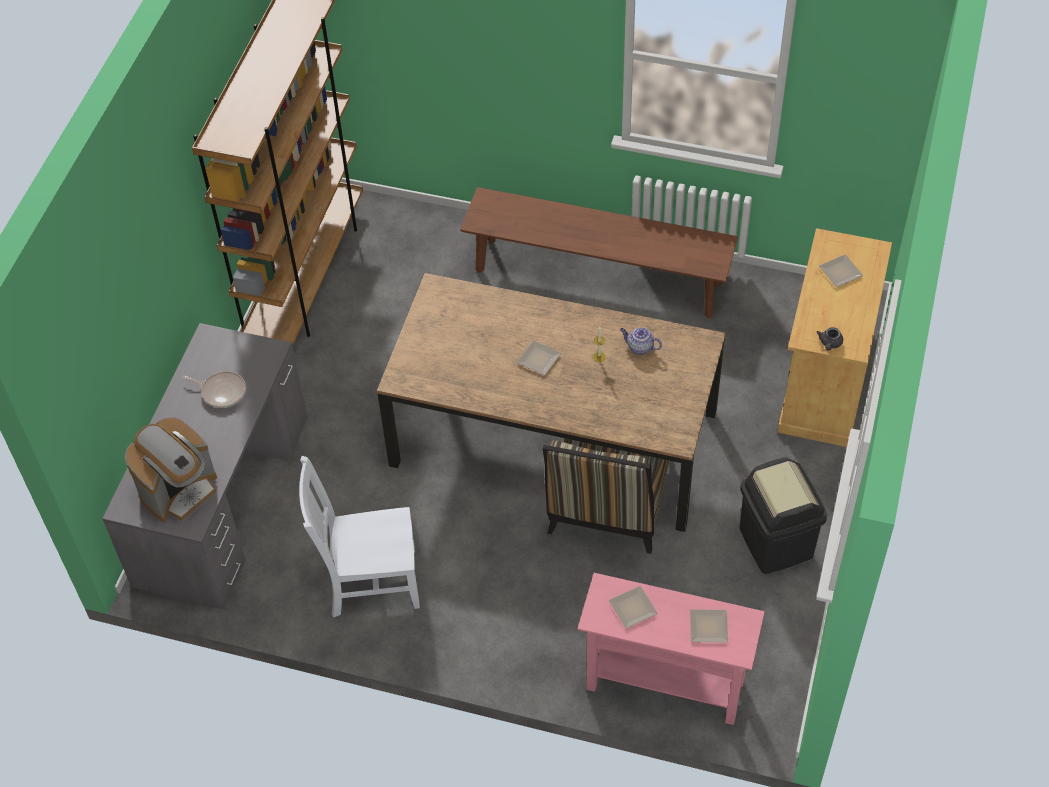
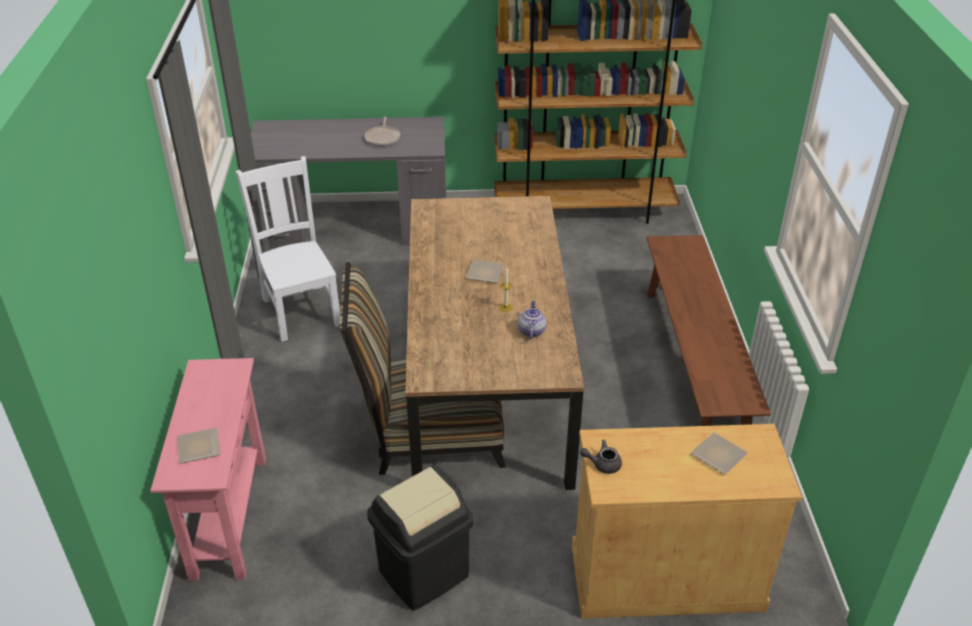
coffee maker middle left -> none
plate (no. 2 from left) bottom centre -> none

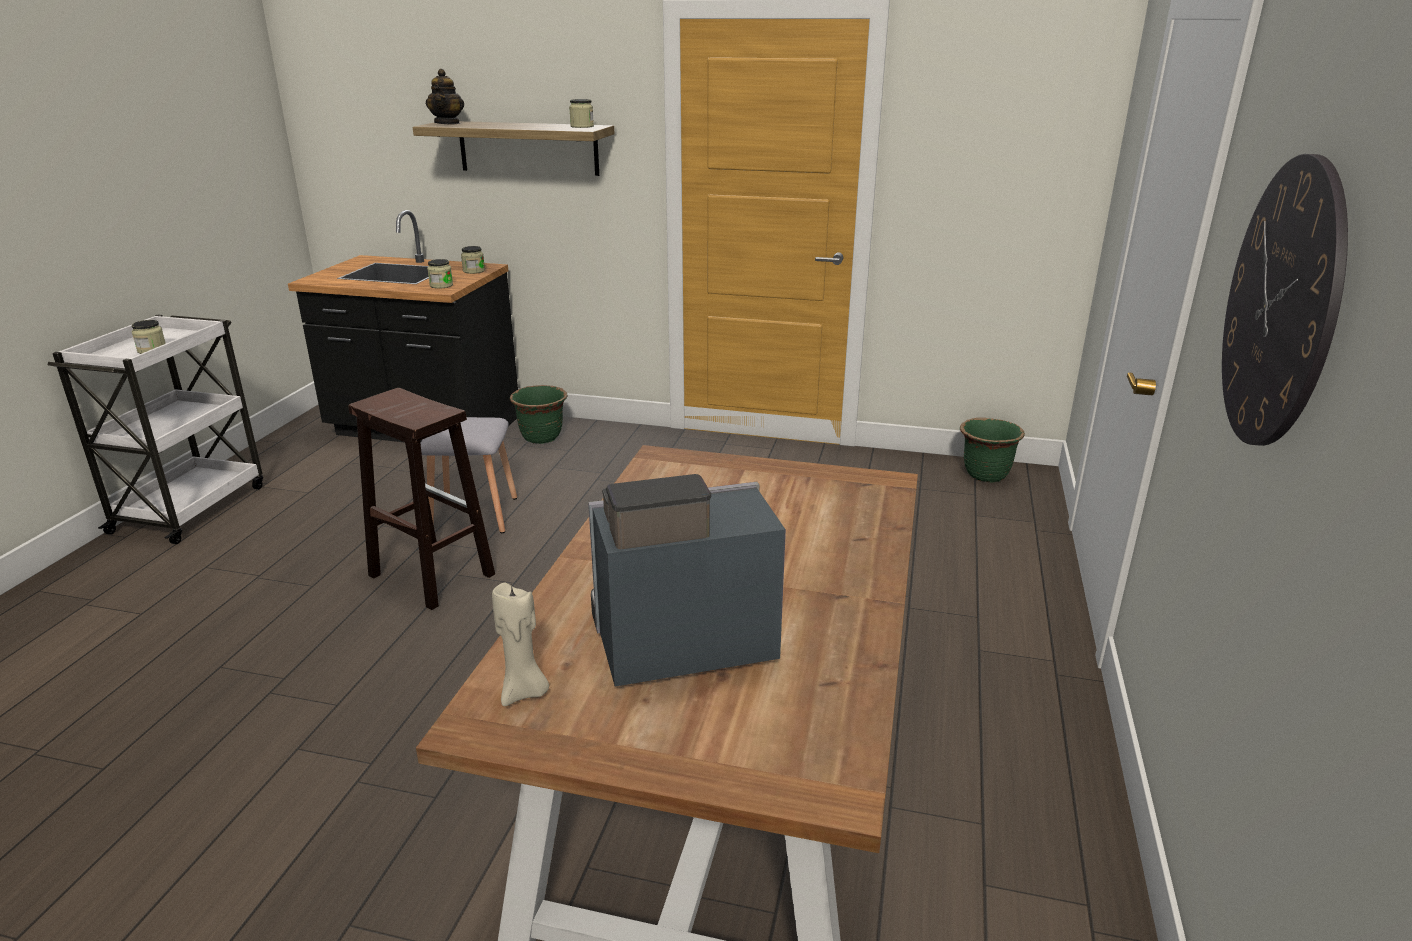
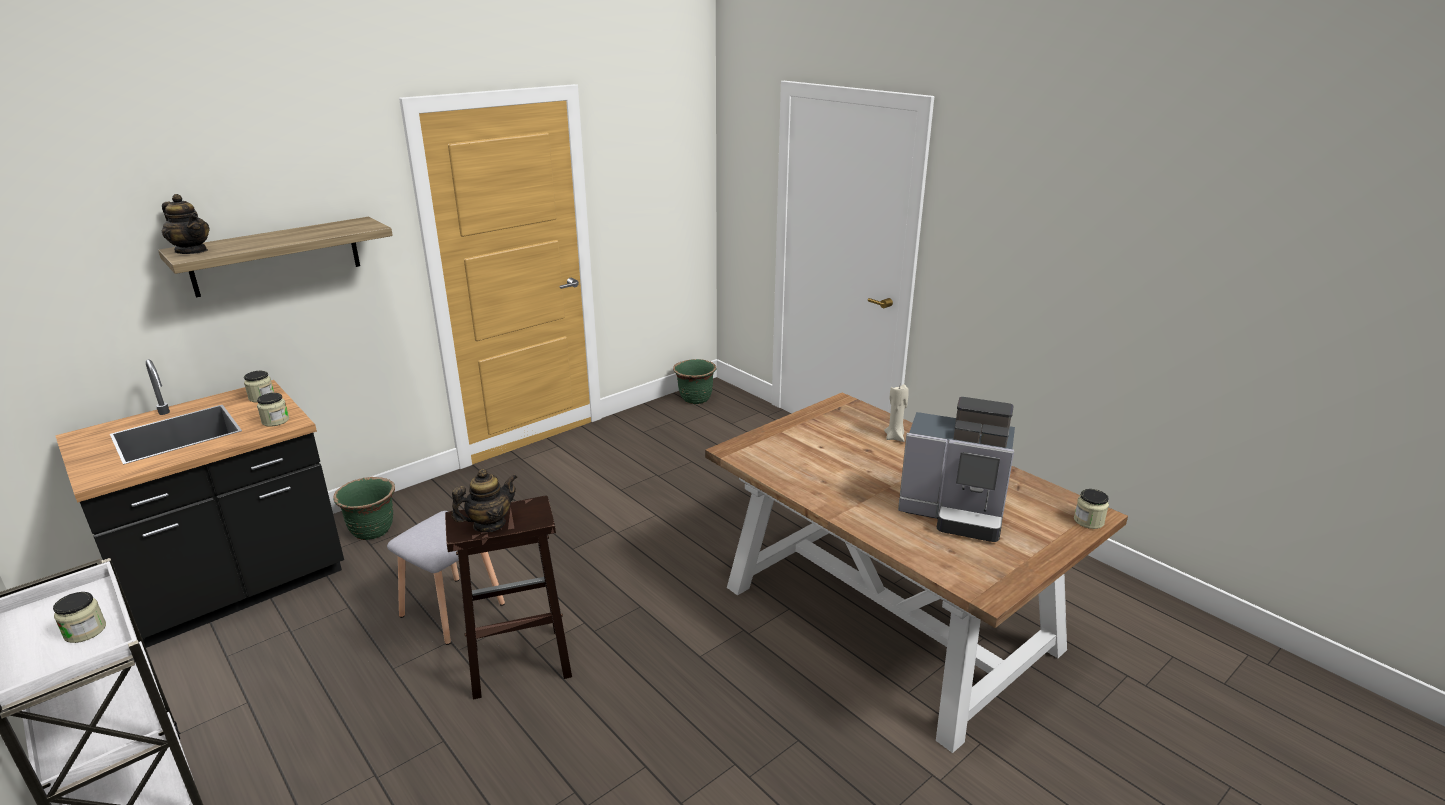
wall clock top right -> none
none -> teapot (no. 2 from left) centre
wax light in beige-coloured bottom centre -> wax light in beige-coloured centre, relocated
jar (no. 4 from left) top centre -> jar (no. 4 from left) middle right, relocated
coffee maker centre, 90 degrees counterclockwise

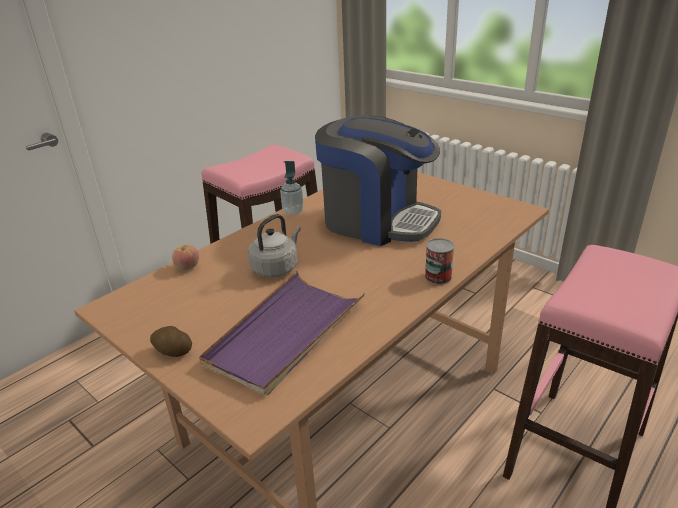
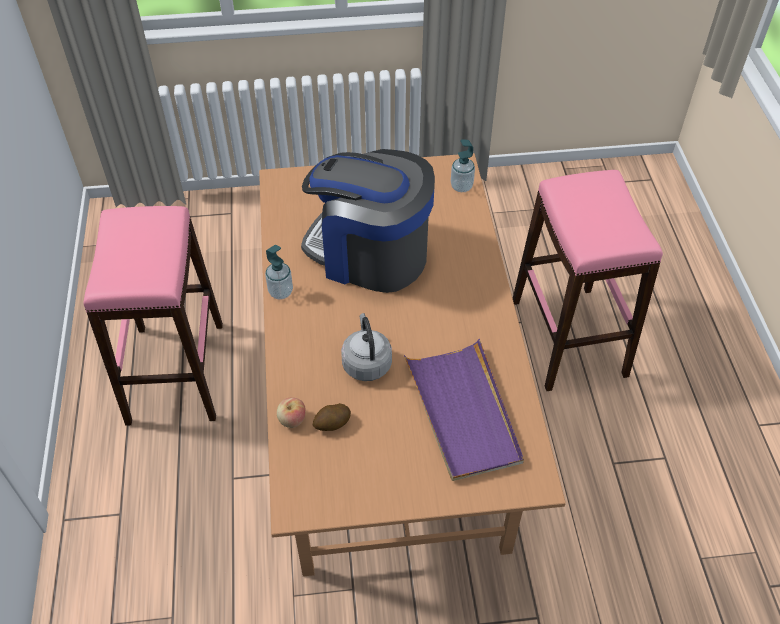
sealed can centre -> none
none -> soap dispenser (no. 2 from left) top centre
spud bottom left -> spud bottom centre, relocated
coffee maker centre, 135 degrees counterclockwise

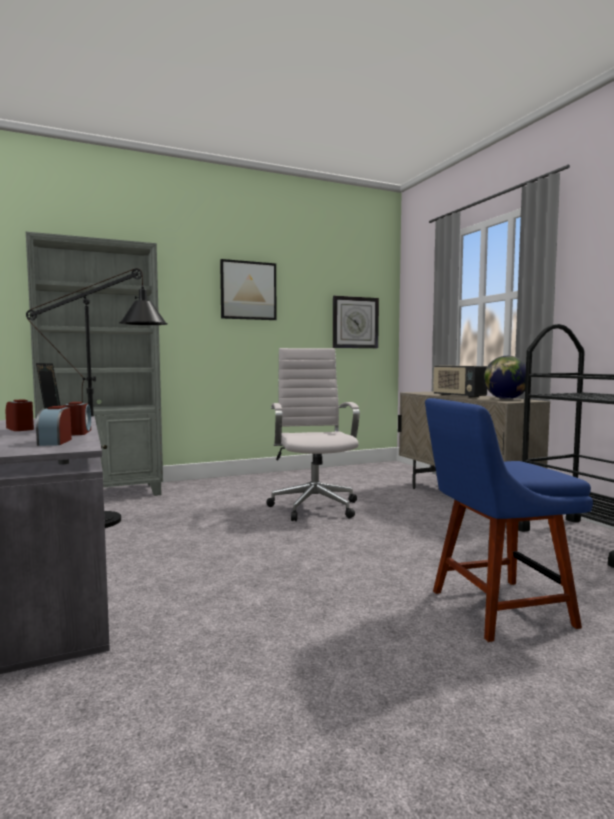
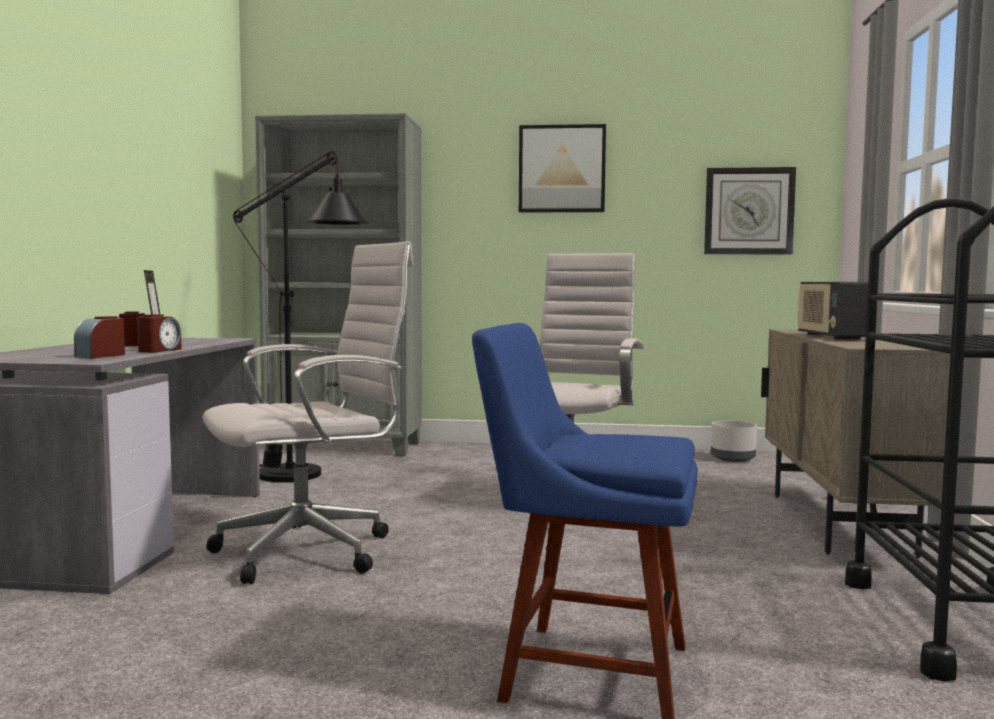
desk globe middle right -> none
none -> computer chair in white-coloured (no. 1 from left) middle left
none -> plant pot in grey middle right

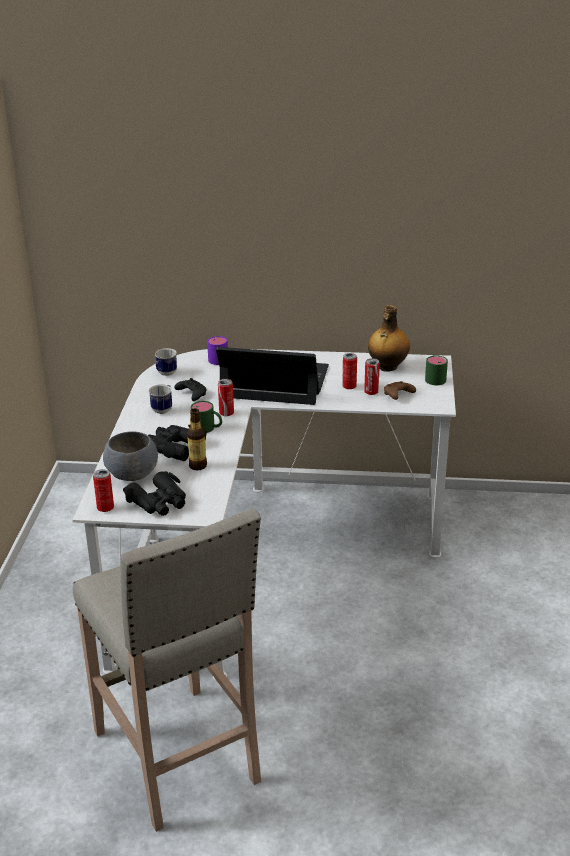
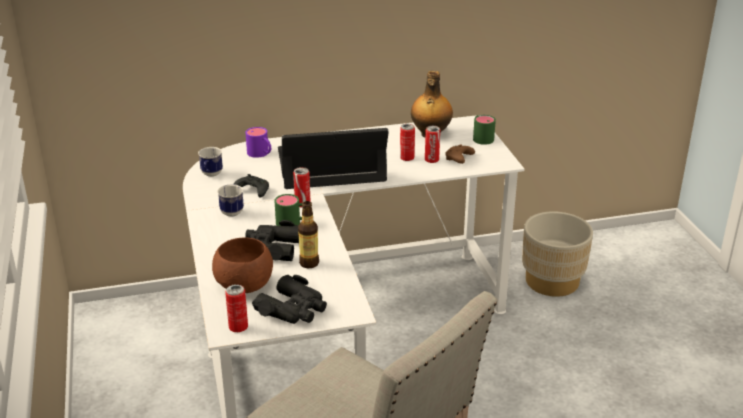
none -> plant pot in beige-coloured middle right
serving bowl in grey middle left -> serving bowl in brown middle left

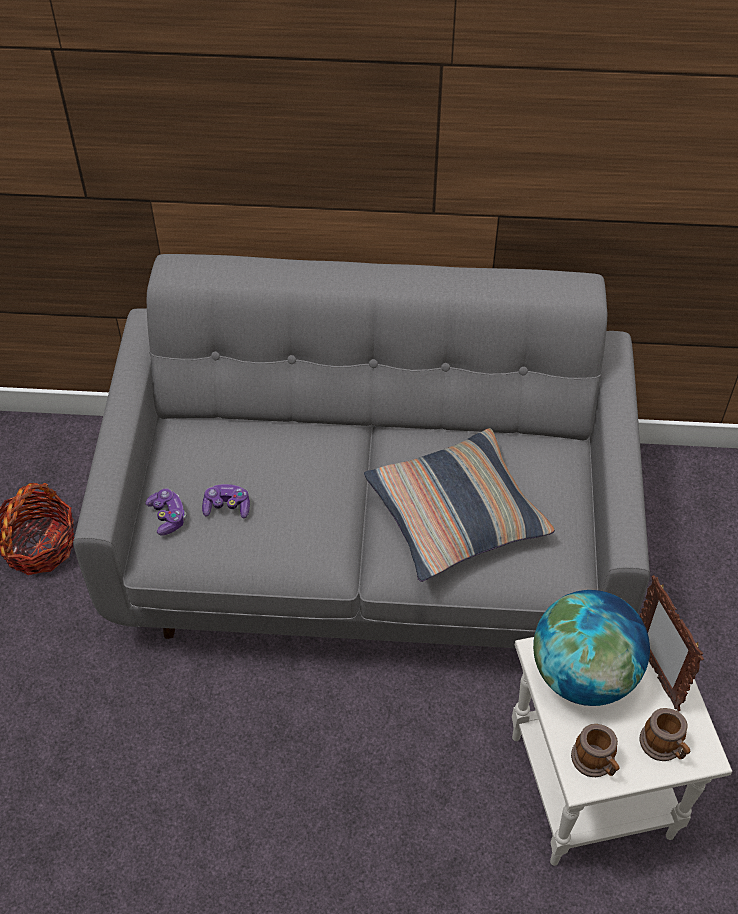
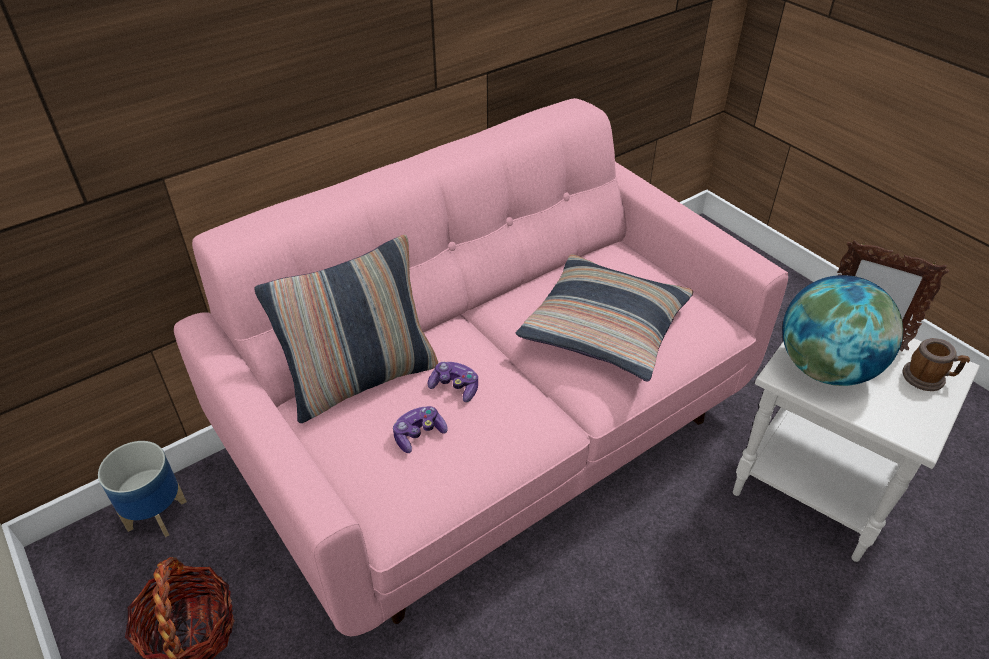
tea mug (no. 1 from left) bottom right -> none
none -> plant pot bottom left
none -> throw pillow (no. 1 from left) centre
gamepad (no. 1 from left in the first image) middle left -> gamepad (no. 2 from left) centre, relocated
settee in grey centre -> settee in pink-coloured centre

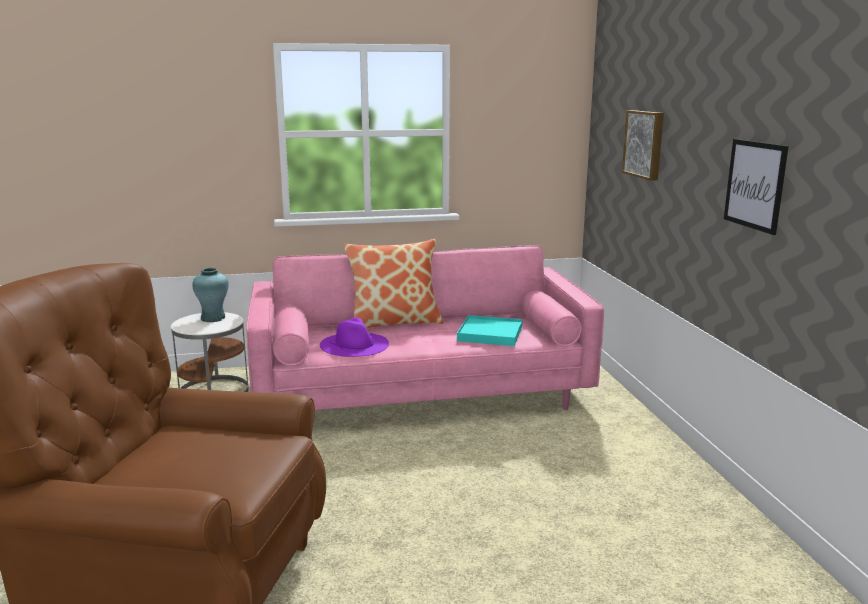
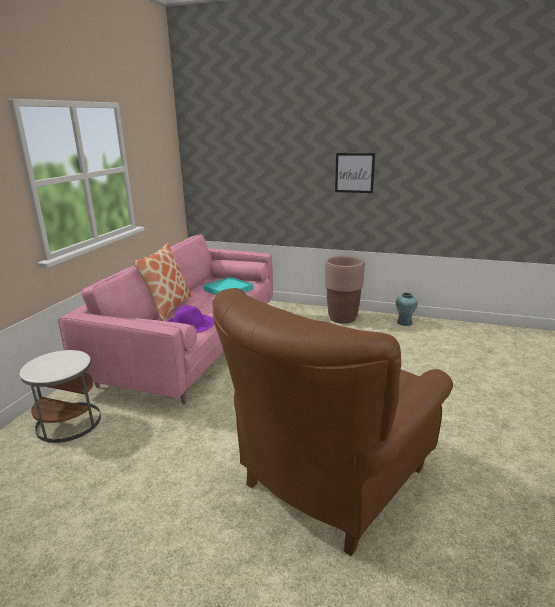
wall picture (no. 1 from left) top right -> none
none -> plant pot in brown centre
vase in blue-green middle left -> vase in blue-green middle right, relocated

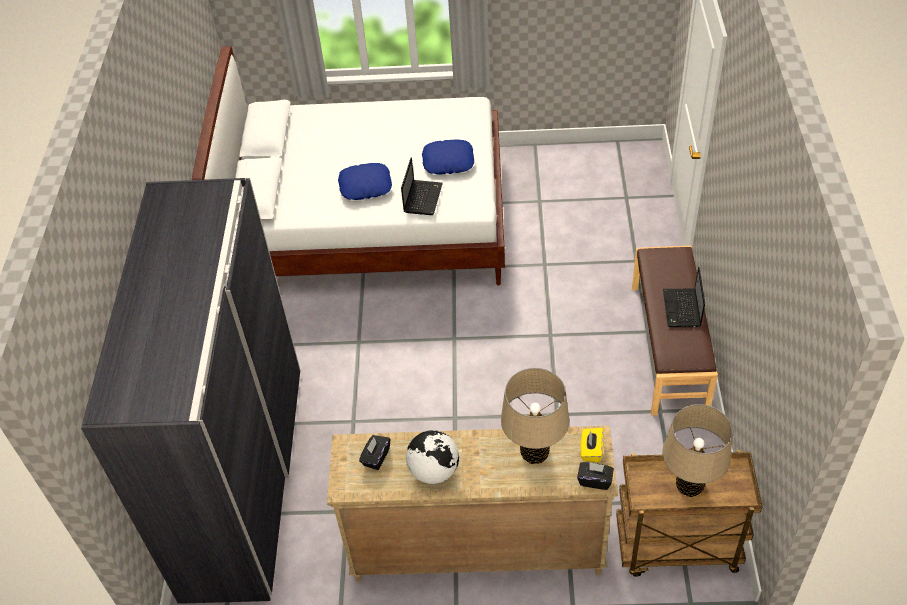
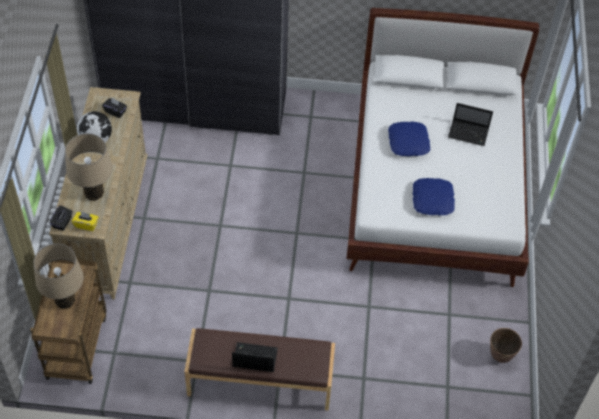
none -> plant pot bottom right
notebook computer (no. 1 from left in the first image) top centre -> notebook computer (no. 2 from left) top right, relocated

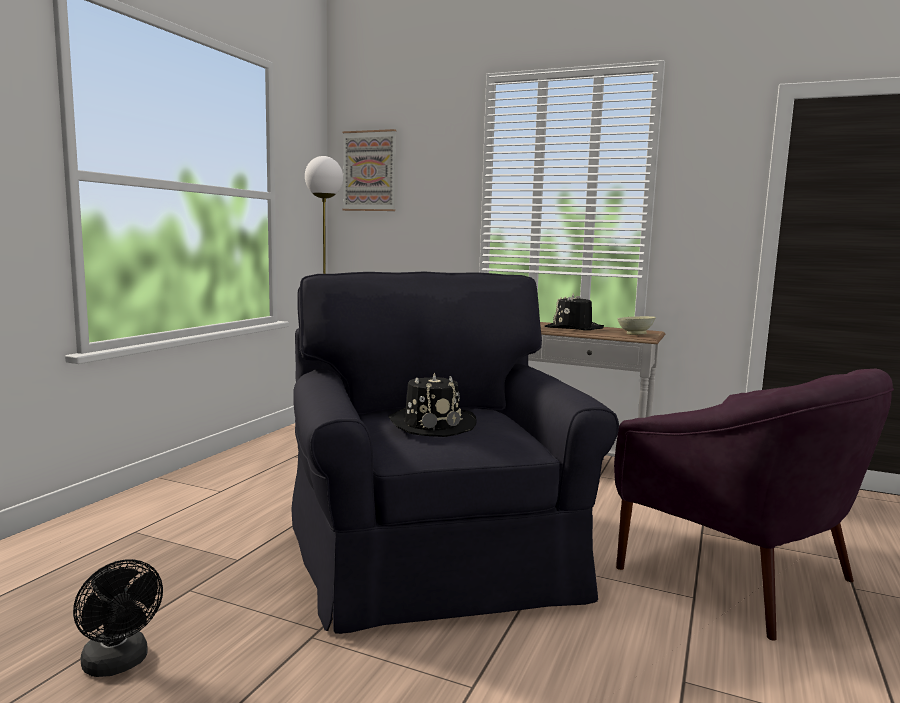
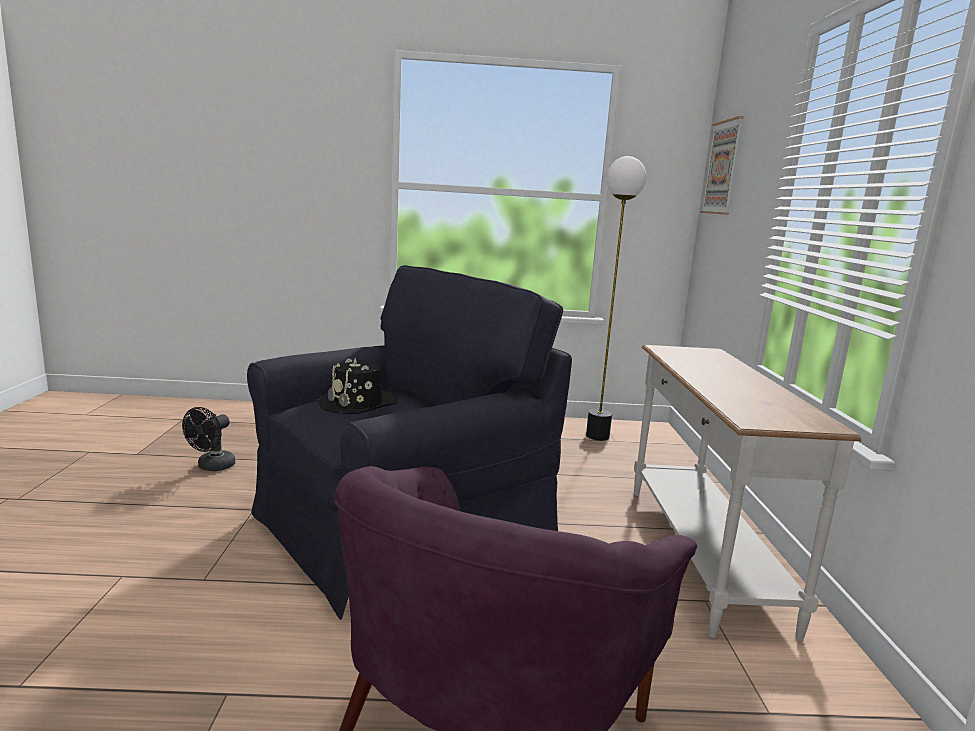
clothing hat in black-coloured (no. 2 from left) centre -> none
serving bowl in beige-coloured middle right -> none

